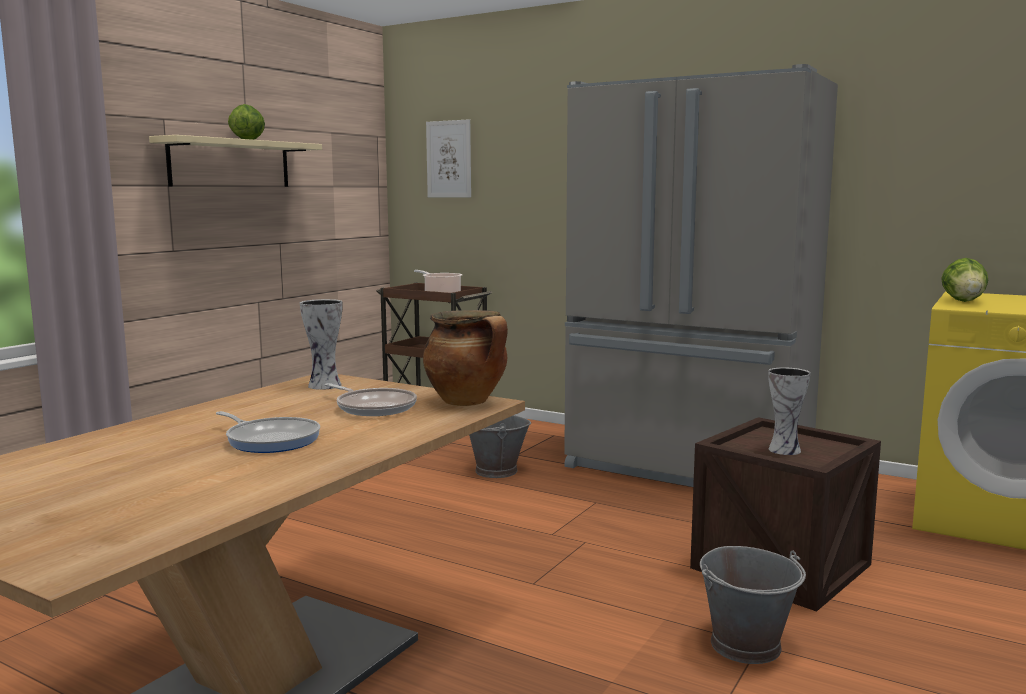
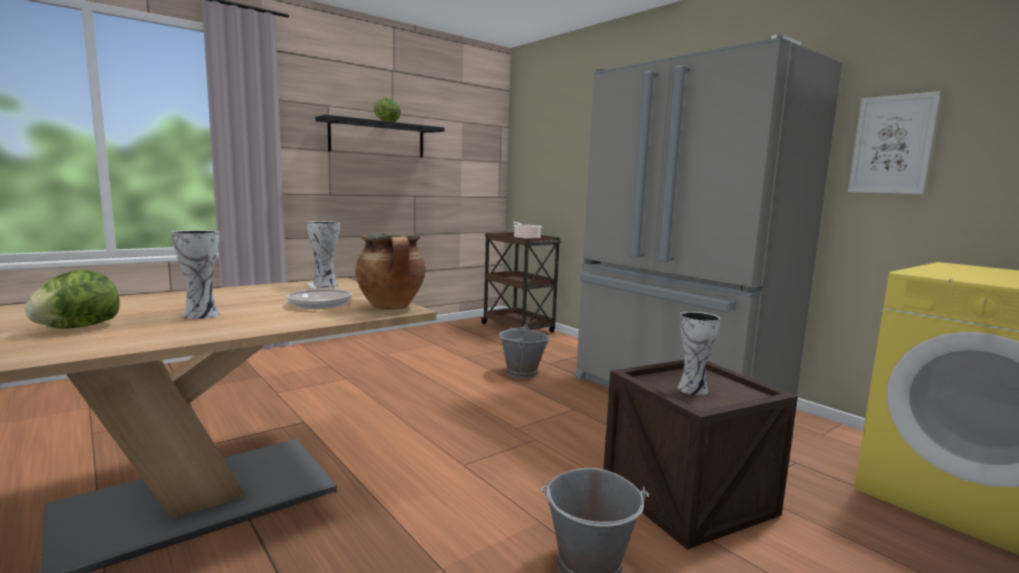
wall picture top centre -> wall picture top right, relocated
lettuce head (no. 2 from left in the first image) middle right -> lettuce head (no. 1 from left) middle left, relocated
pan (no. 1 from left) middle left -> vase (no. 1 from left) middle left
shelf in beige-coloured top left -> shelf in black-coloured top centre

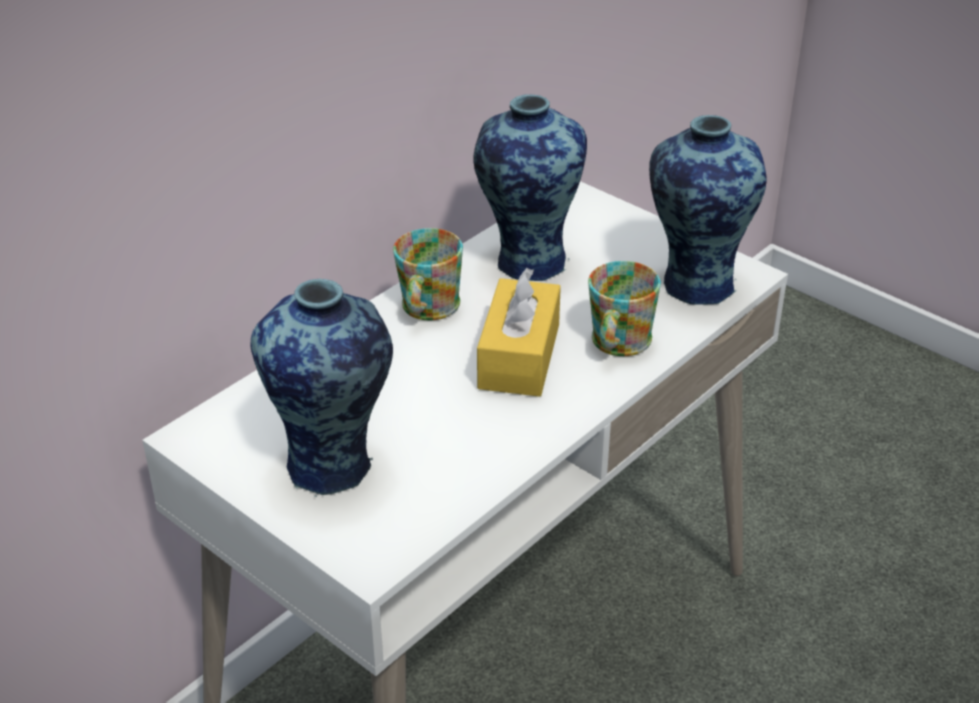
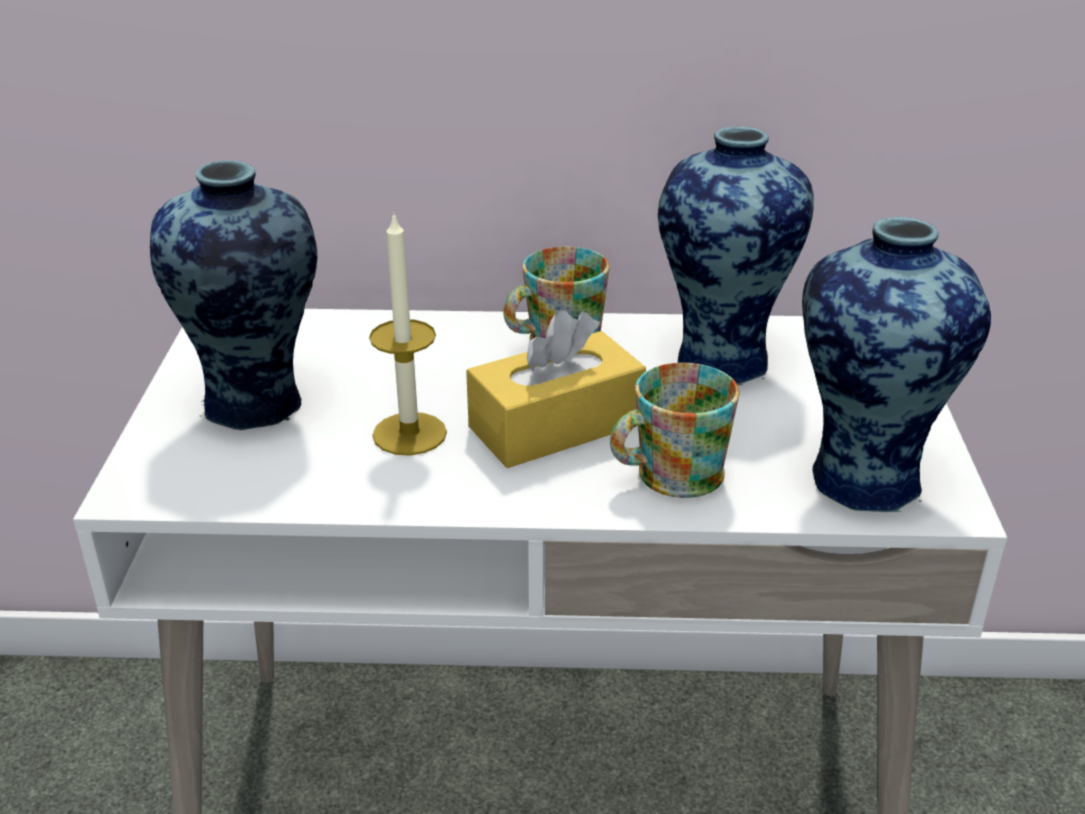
none -> wax light centre

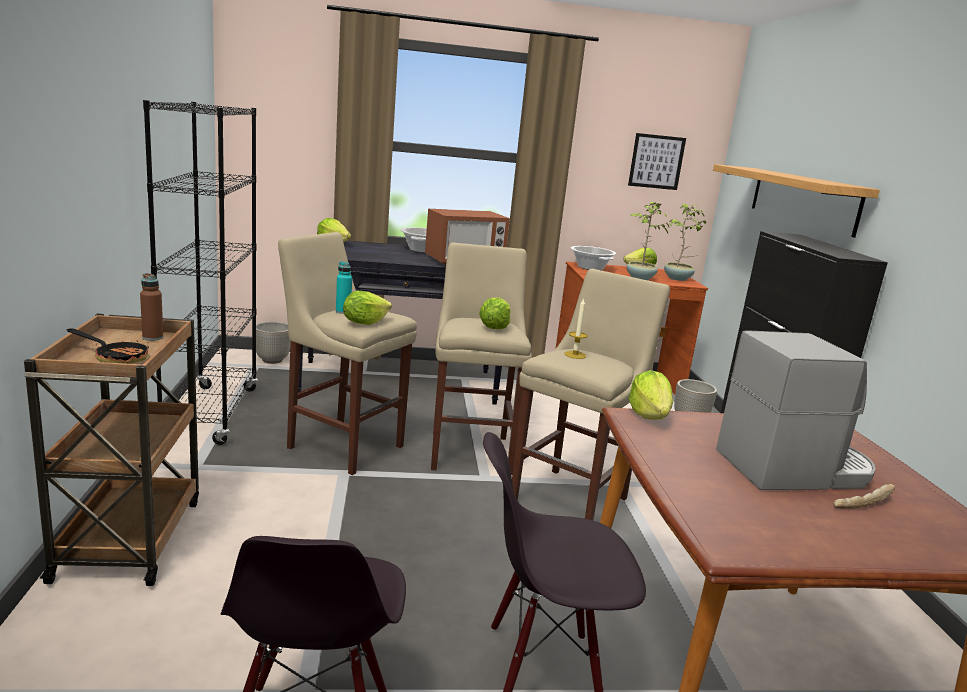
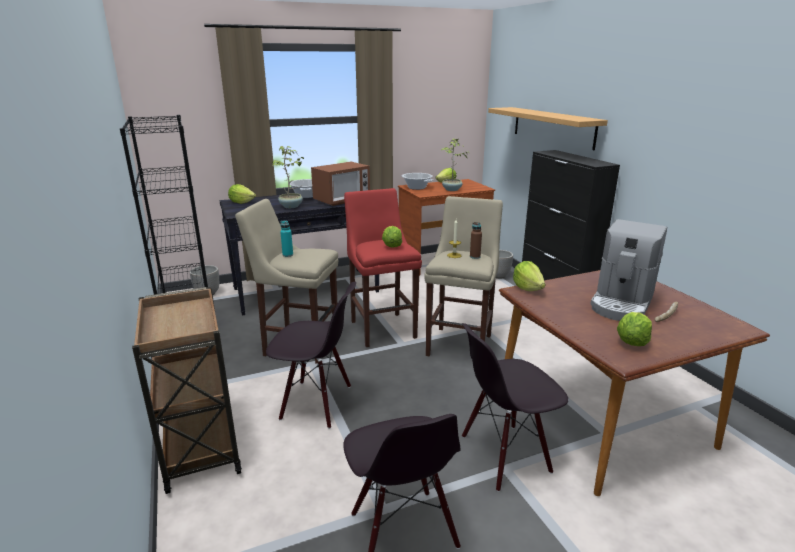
pan middle left -> none
wall picture top right -> none
none -> upright chair in black-coloured (no. 1 from left) centre
bottle in brown middle left -> bottle in brown centre, relocated
lettuce head (no. 2 from left in the first image) centre -> lettuce head (no. 5 from left) middle right, relocated
plant in a pot (no. 2 from left in the first image) middle right -> plant in a pot (no. 1 from left) top centre, relocated
stool in beige-coloured (no. 2 from left) centre -> stool in red-coloured centre
coffee maker middle right, 150 degrees clockwise

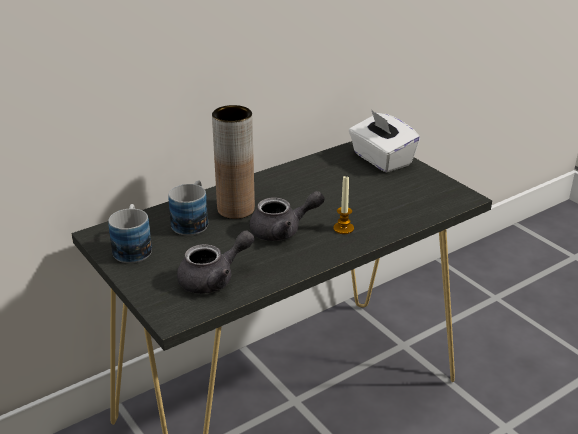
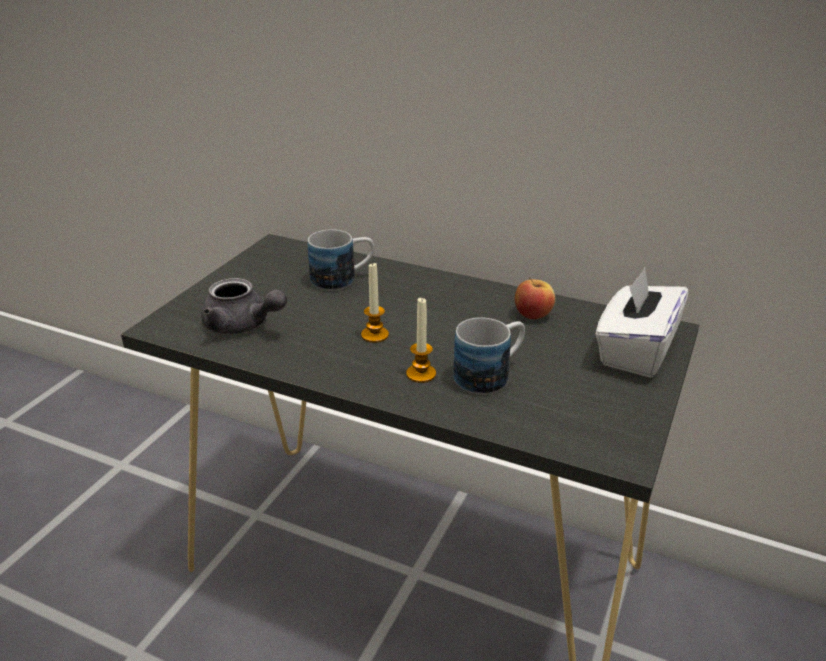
vase in brown centre -> none
none -> apple centre
tea mug (no. 1 from left in the first image) middle left -> tea mug (no. 2 from left) centre, relocated
teapot in grey (no. 2 from left) centre -> wax light (no. 1 from left) centre

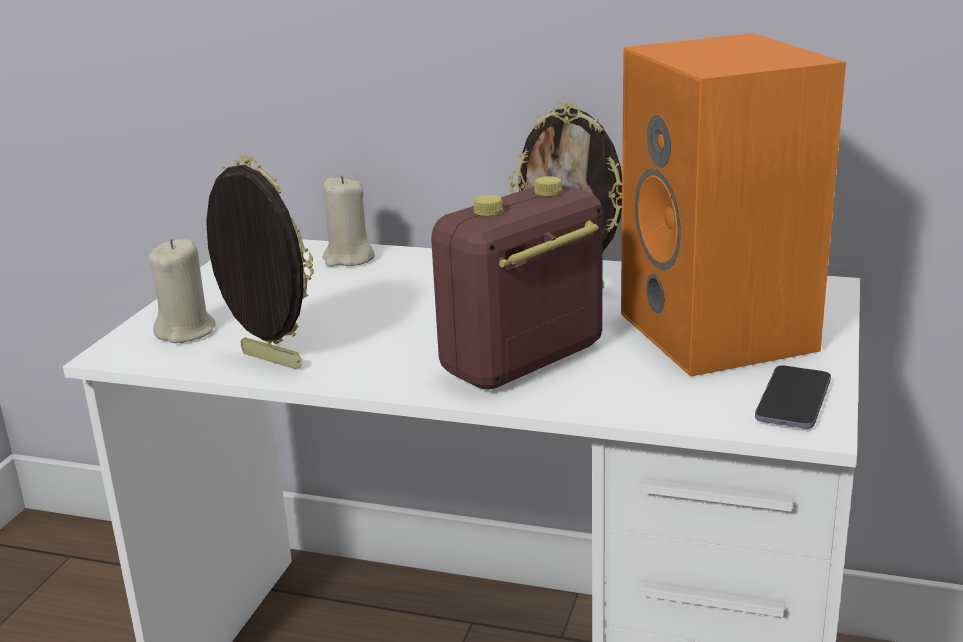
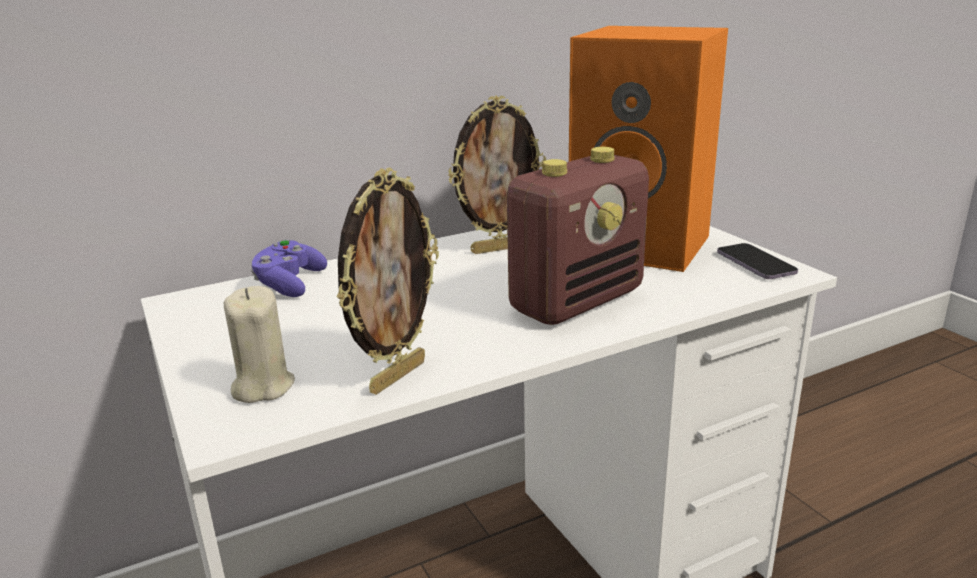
wax light in beige-coloured (no. 2 from left) centre -> gamepad in purple-coloured middle left
picture frame (no. 1 from left) middle left -> picture frame (no. 1 from left) centre, 135 degrees clockwise
radio centre, 135 degrees counterclockwise

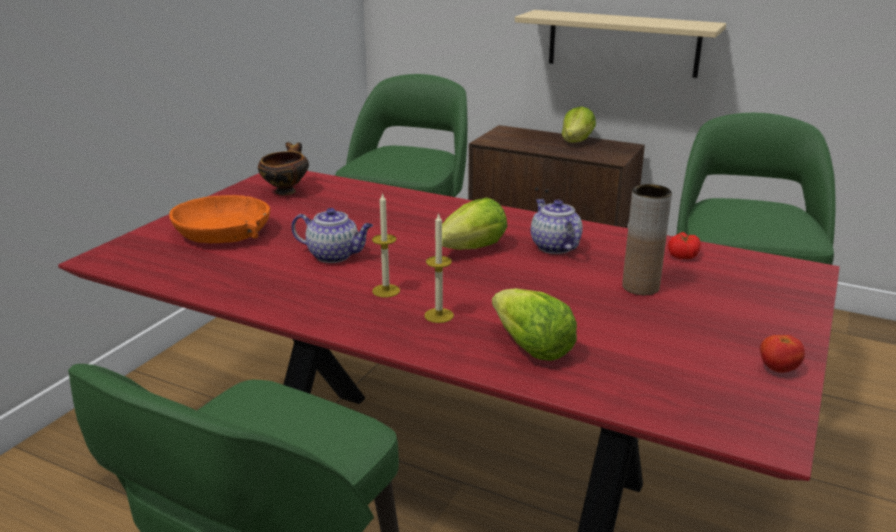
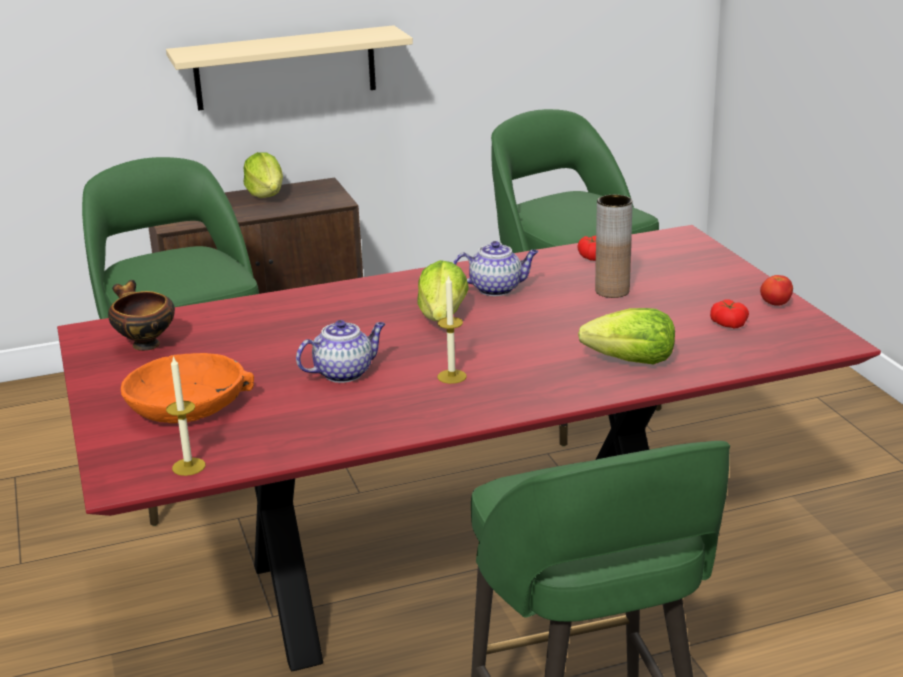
none -> whole tomato (no. 2 from left) middle right
wax light (no. 2 from left in the first image) centre -> wax light (no. 1 from left) middle left, relocated
teapot (no. 2 from left) centre, 150 degrees clockwise

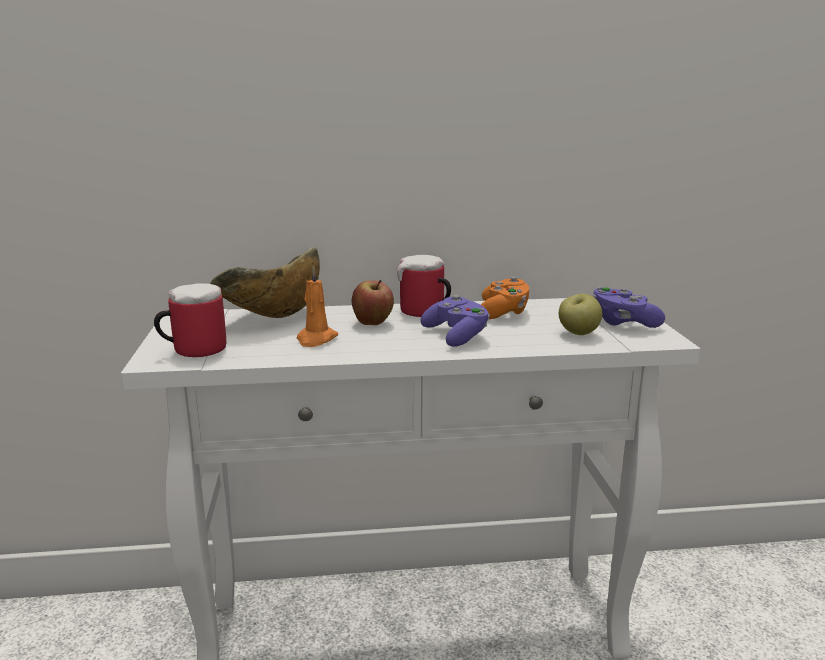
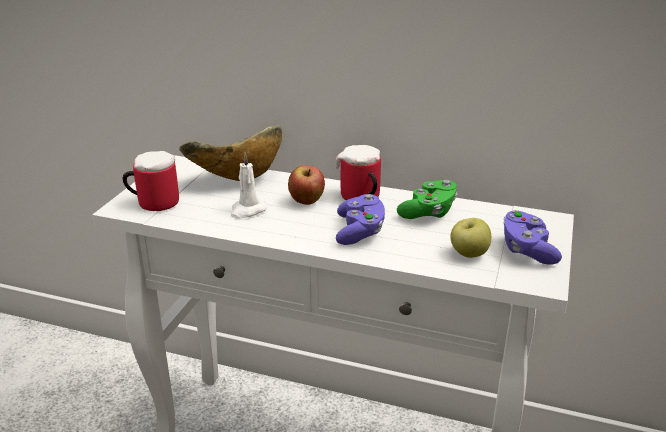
wax light in orange-coloured centre -> wax light in white-coloured centre
gamepad in orange-coloured centre -> gamepad in greenish centre

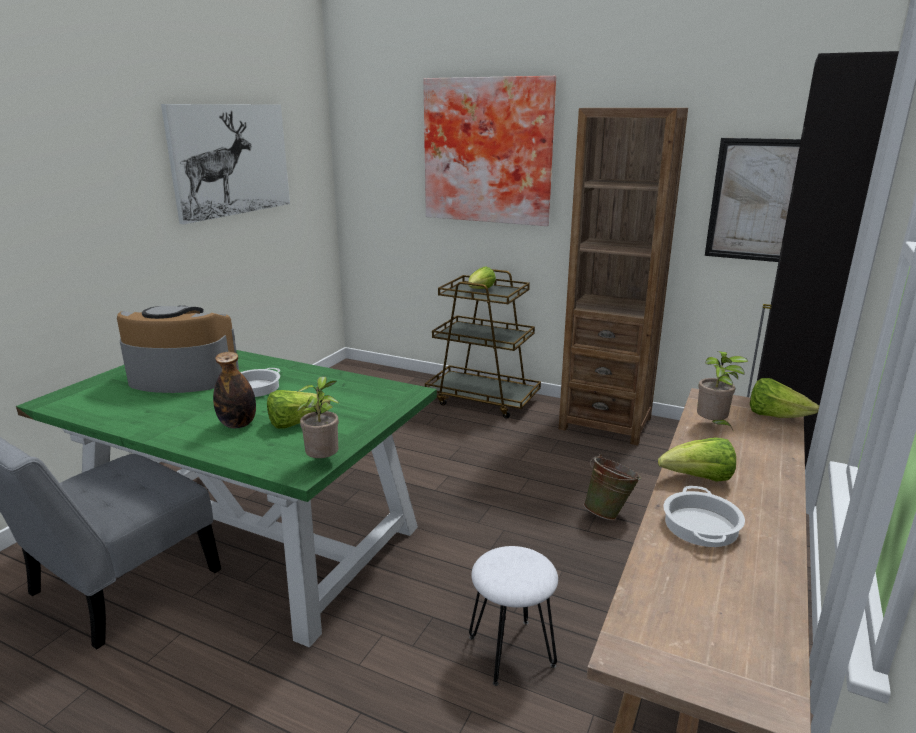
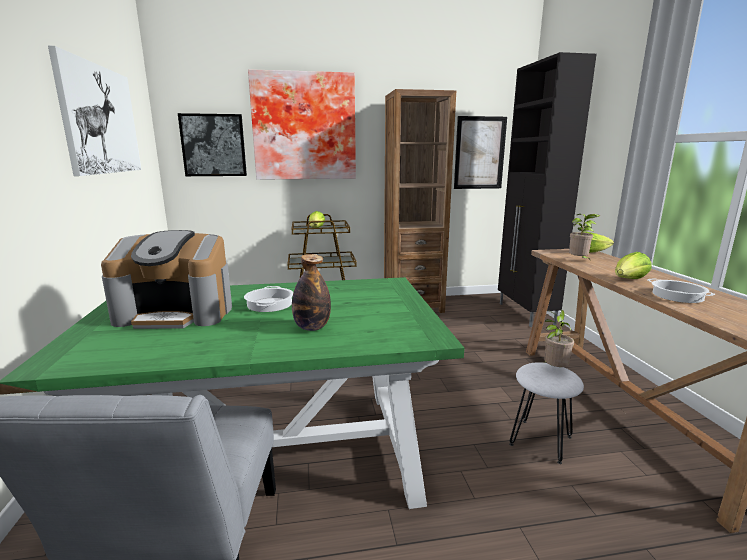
lettuce head (no. 1 from left) middle left -> none
pail in greenish middle right -> none
none -> wall picture (no. 2 from left) top left
plant in a pot (no. 1 from left) centre -> plant in a pot (no. 1 from left) middle right, relocated
coffee maker middle left, 150 degrees counterclockwise

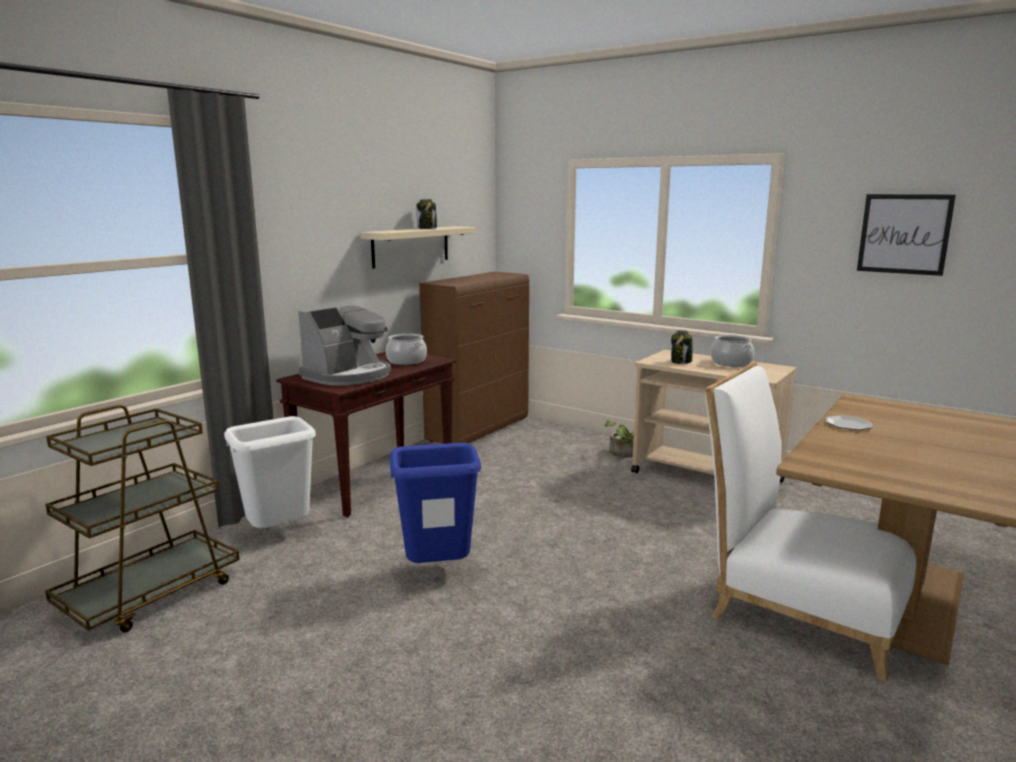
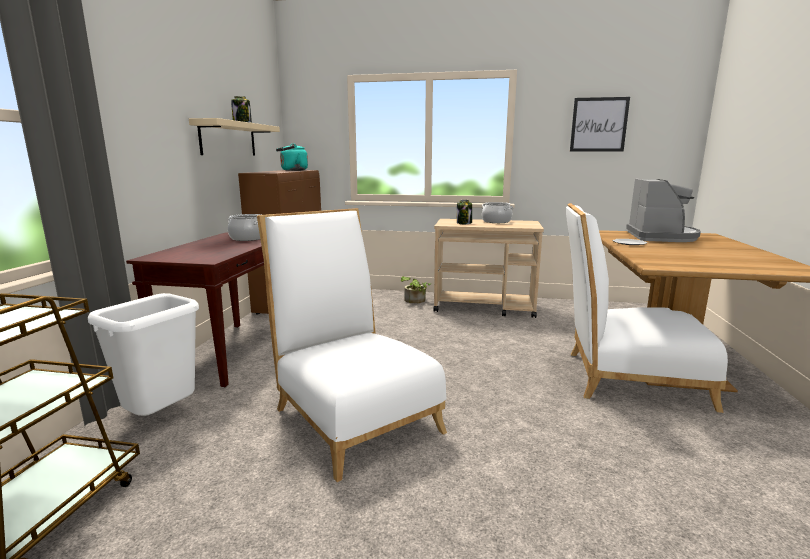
none -> tea kettle in blue-green top centre
coffee maker centre -> coffee maker middle right, relocated
trash can in blue centre -> upright chair in white-coloured (no. 1 from left) centre

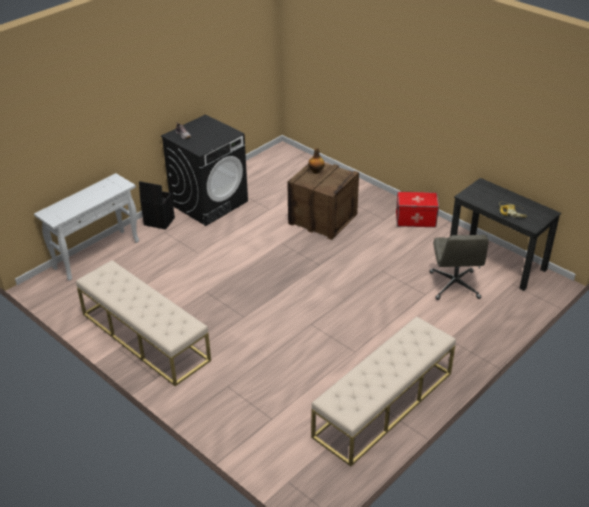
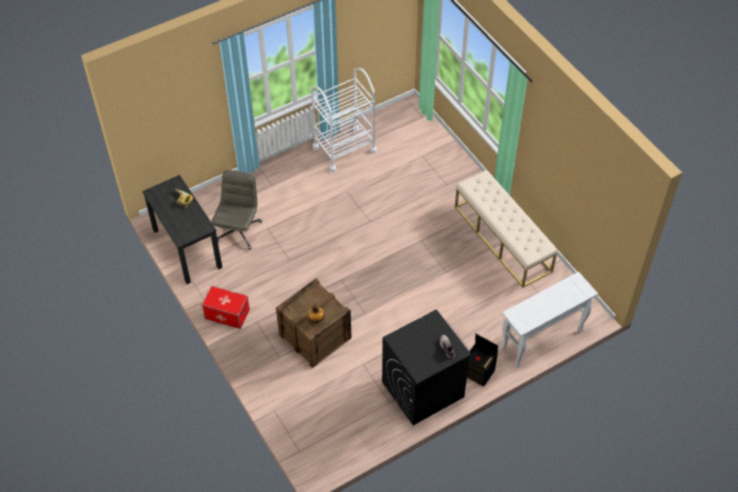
bench in beige-coloured (no. 2 from left) bottom centre -> cart in white-coloured top centre

